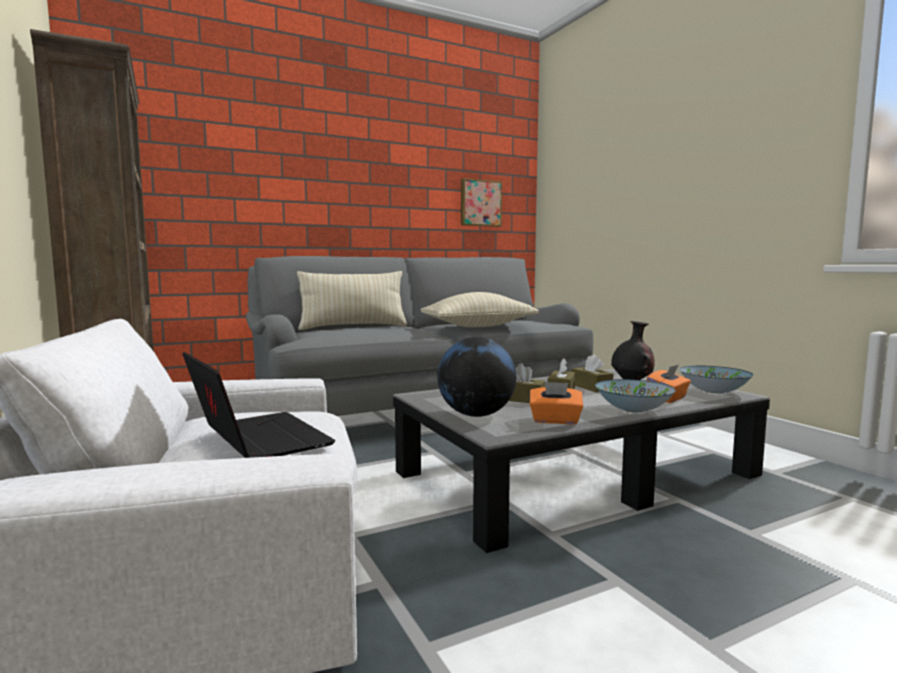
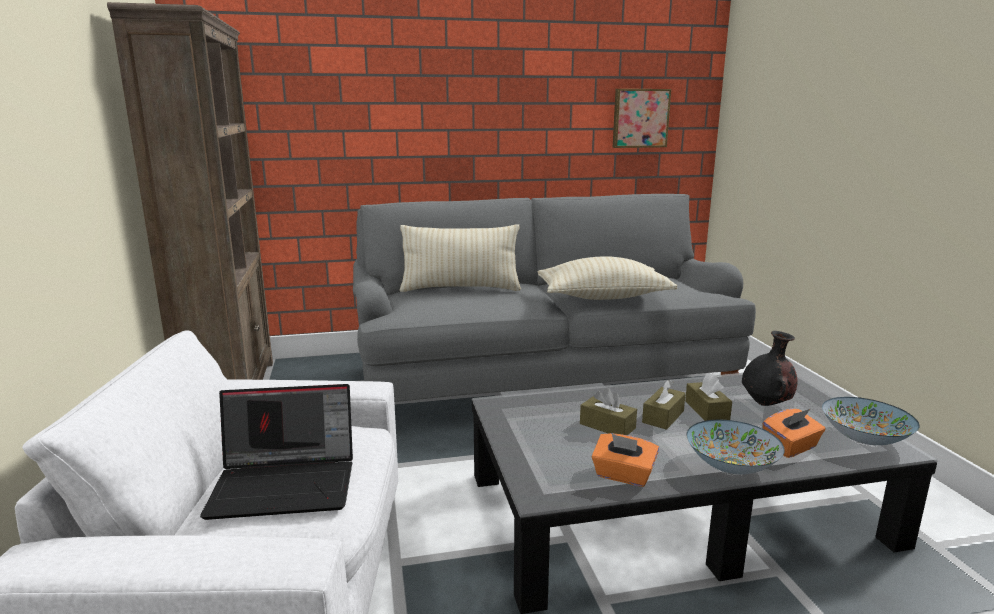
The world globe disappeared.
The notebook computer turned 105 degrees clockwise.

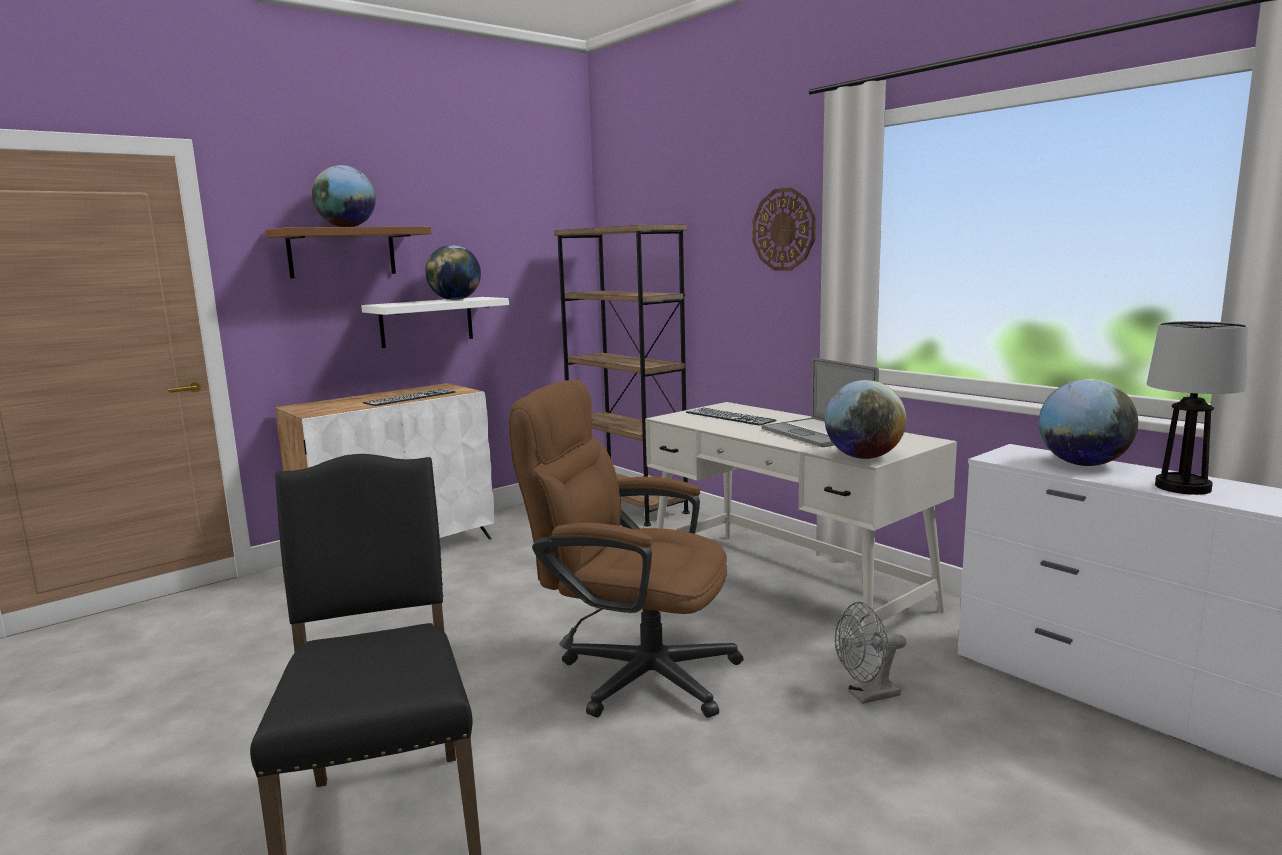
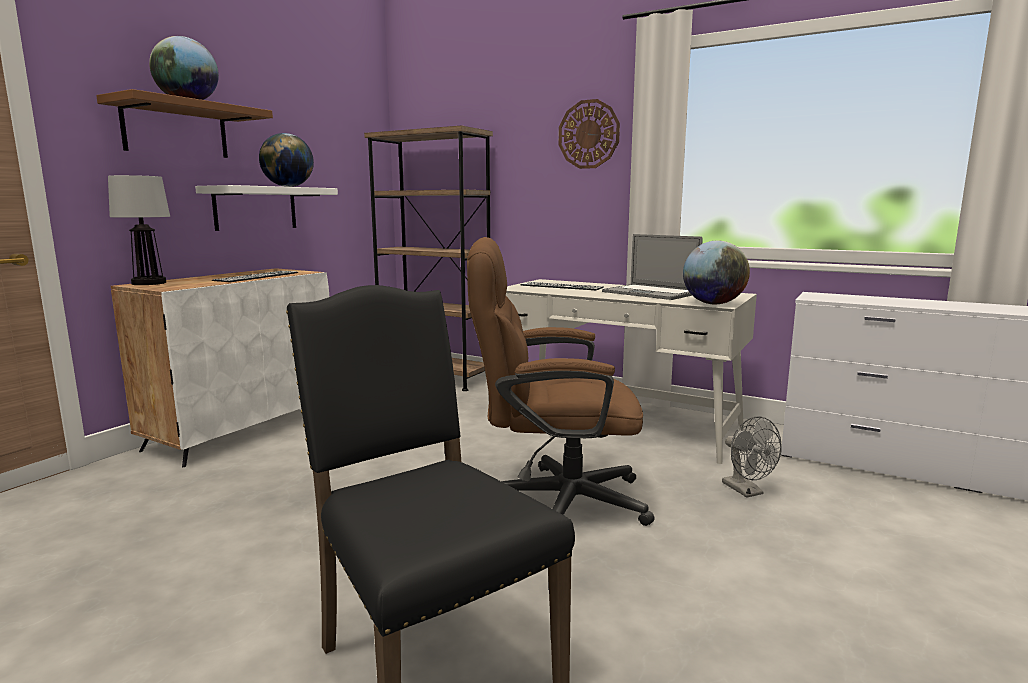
The table lamp moved.
The world globe (4th from left) disappeared.
The greyish fan turned 75 degrees counterclockwise.

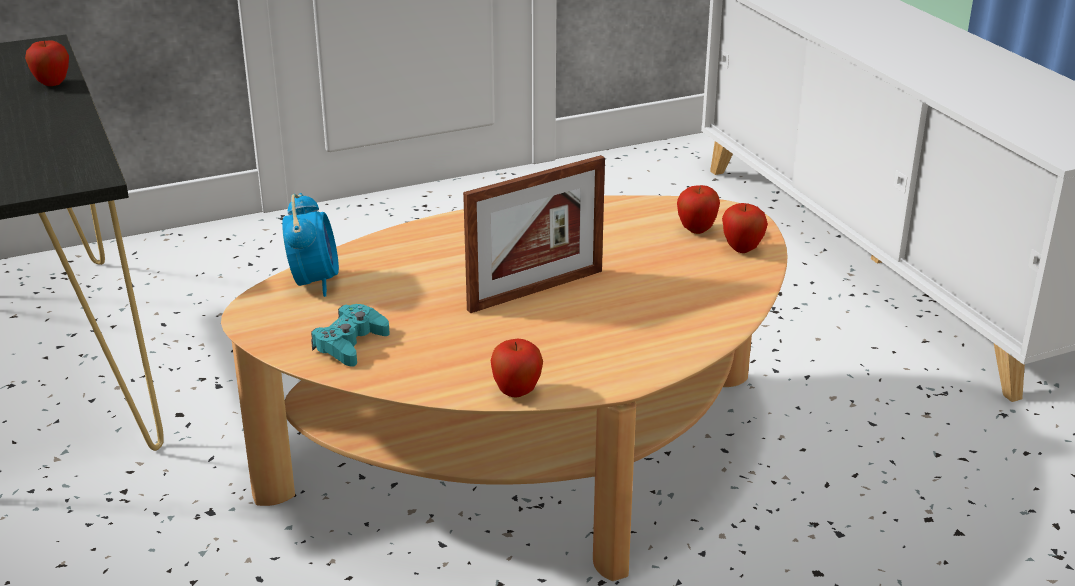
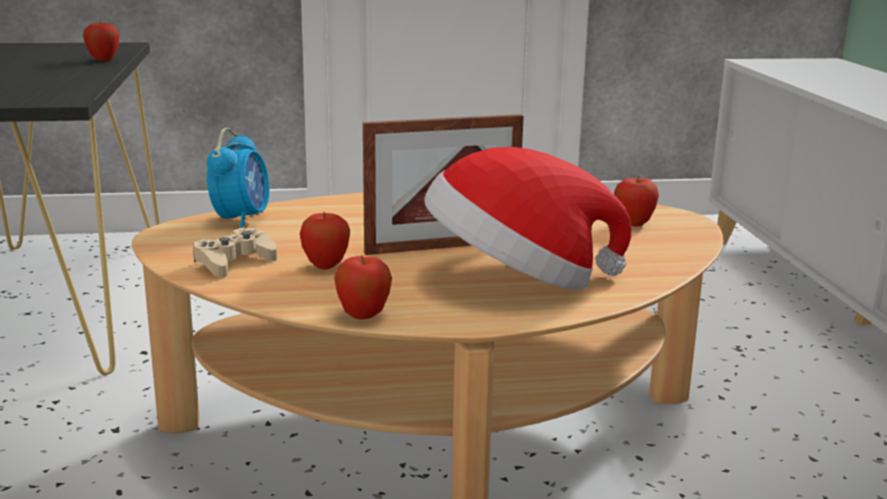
The apple (4th from left in the first image) moved.
The blue-green gamepad became the sand-coloured gamepad.
The hat appeared.

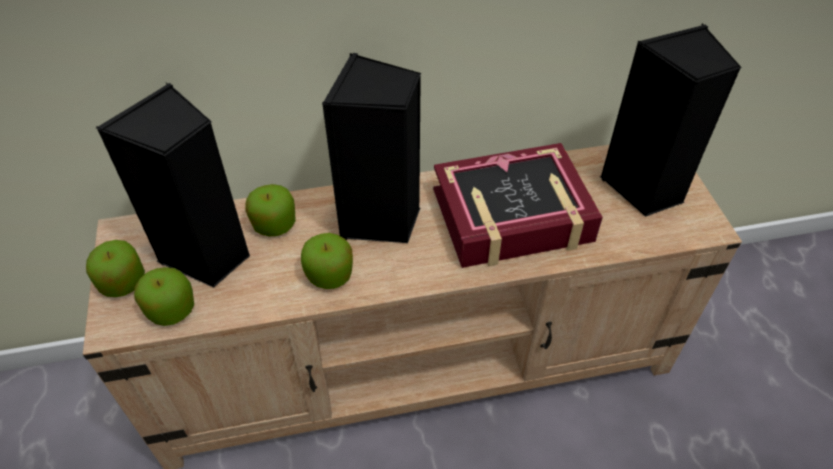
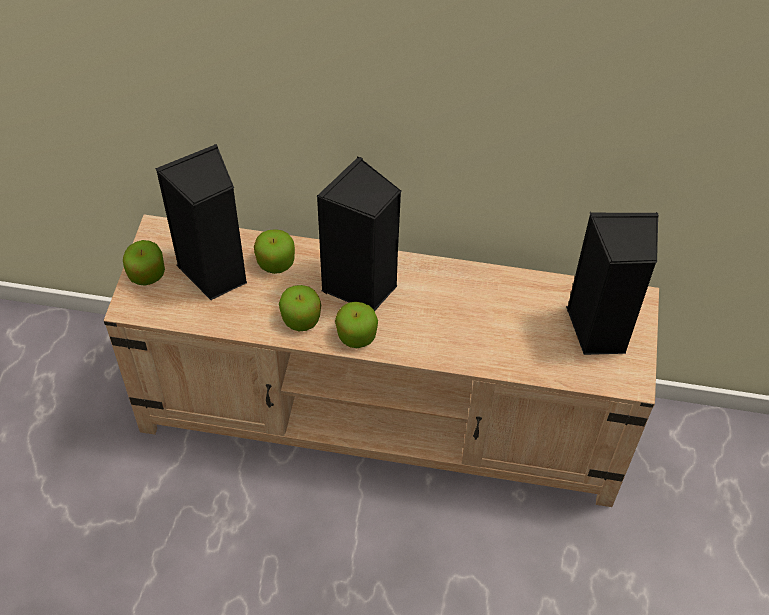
The volume disappeared.
The apple (2nd from left in the first image) moved.

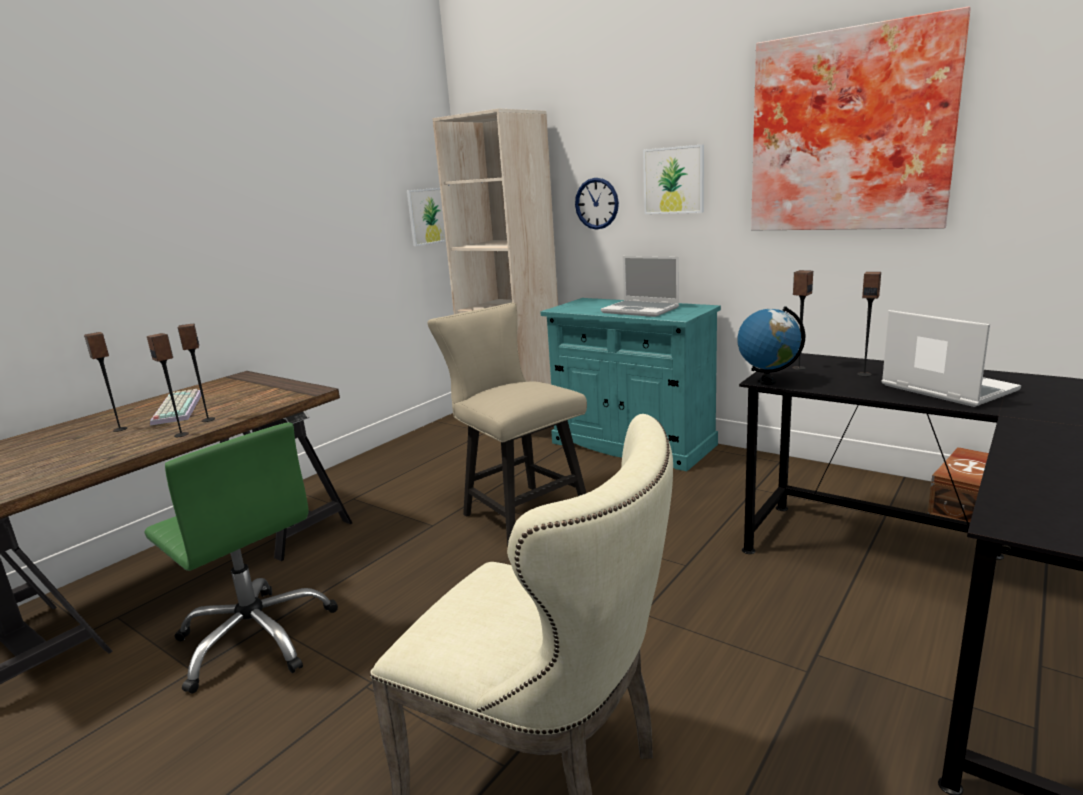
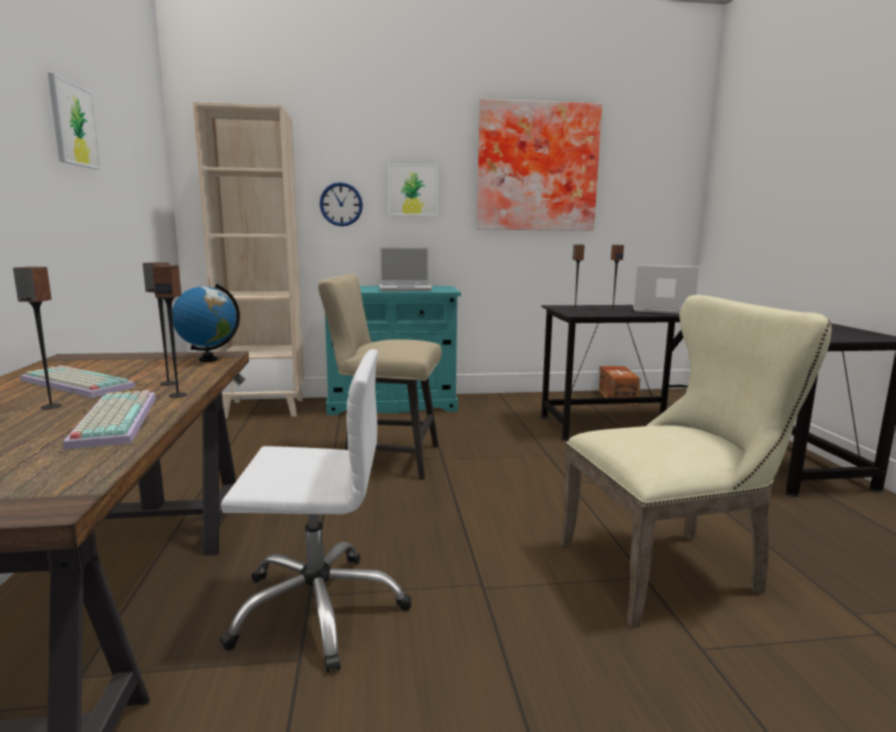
The picture (1st from left) moved.
The world globe moved.
The greenish office chair became the white-coloured office chair.
The PC keyboard (2nd from left) appeared.

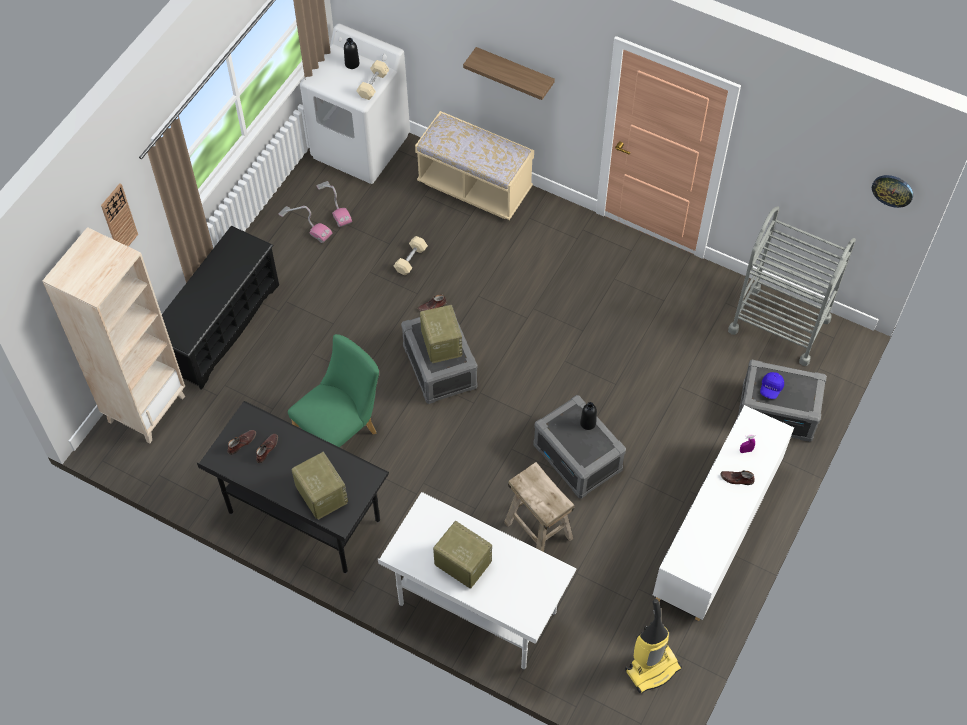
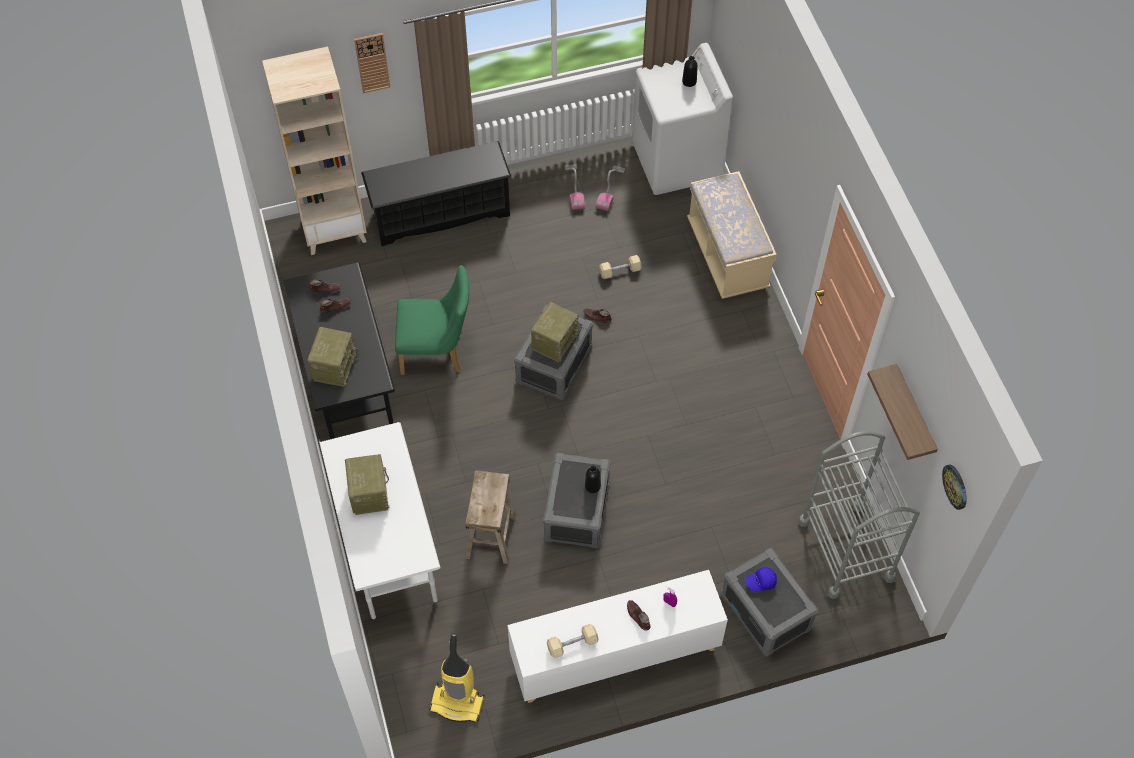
The wall shelf moved.
The sand-coloured dumbbell (1st from left) moved.

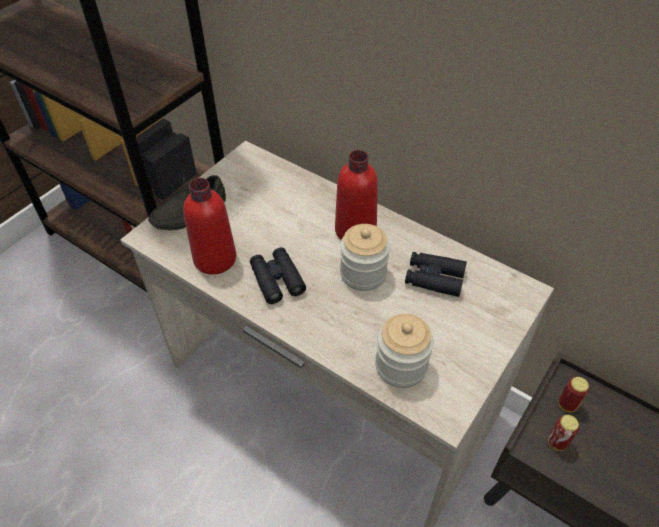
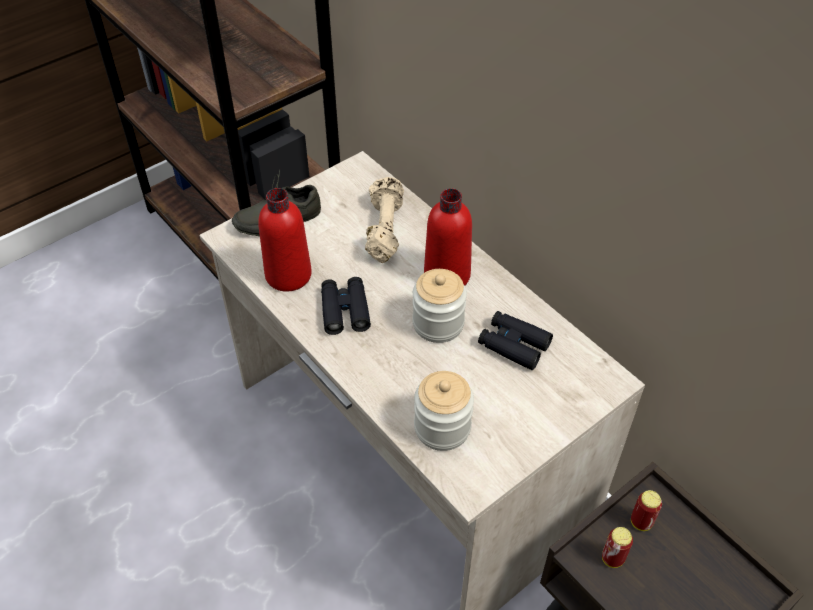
The sand-coloured dumbbell appeared.

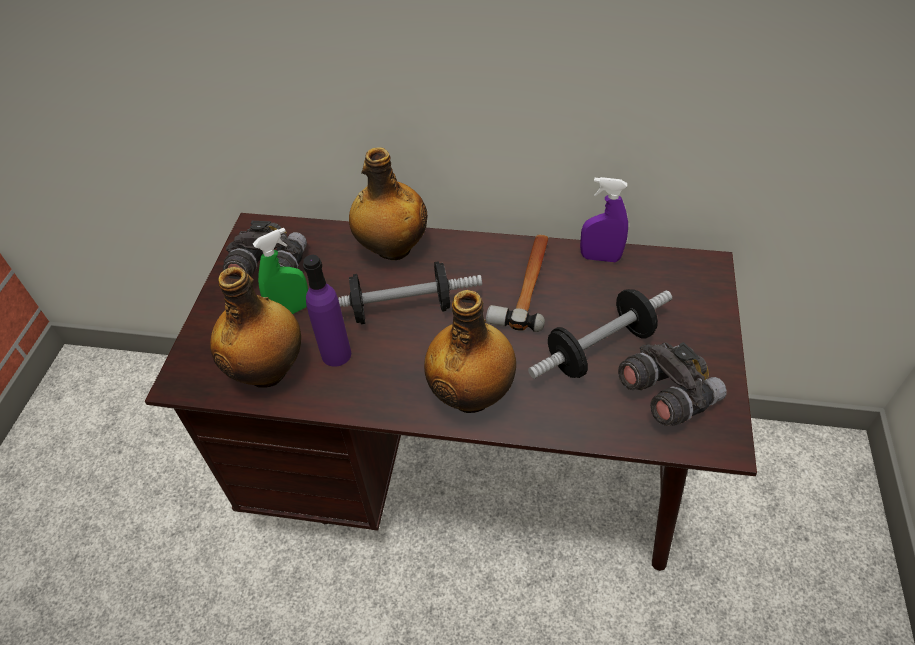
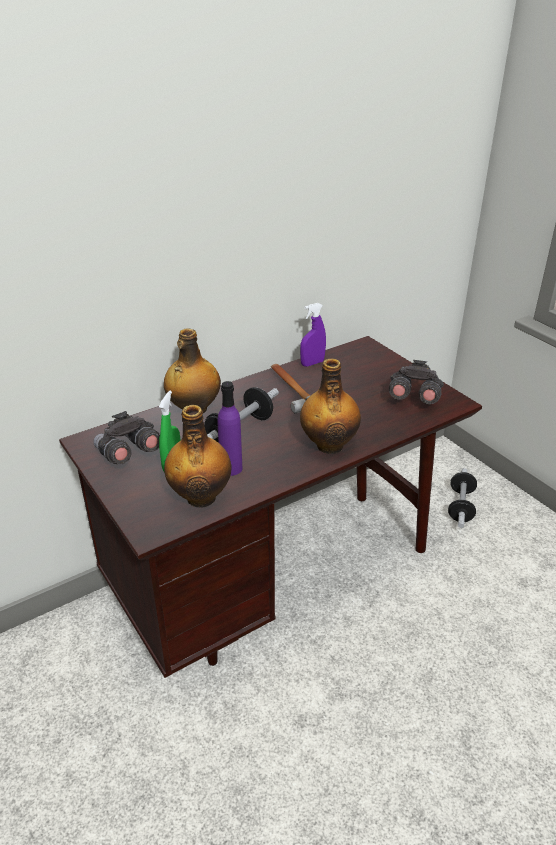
The dumbbell (2nd from left) moved.

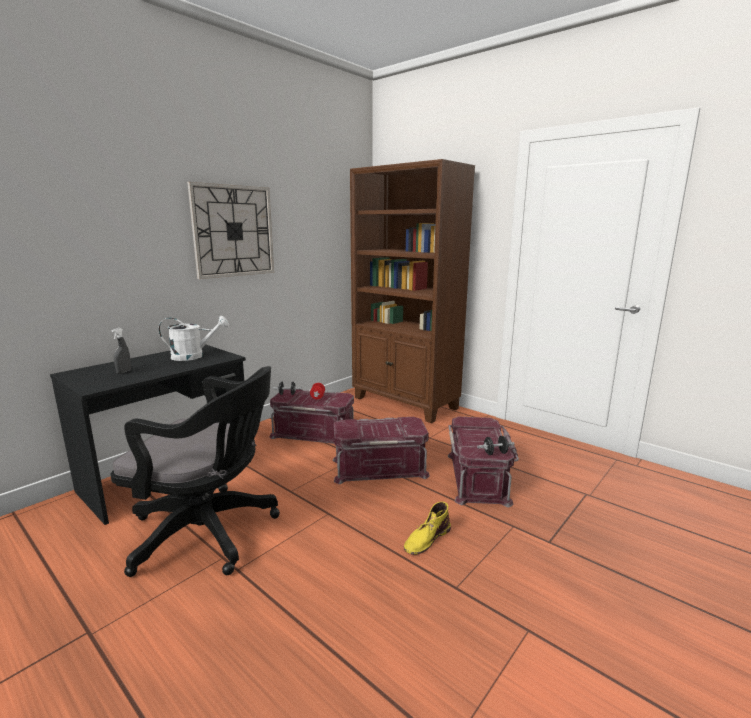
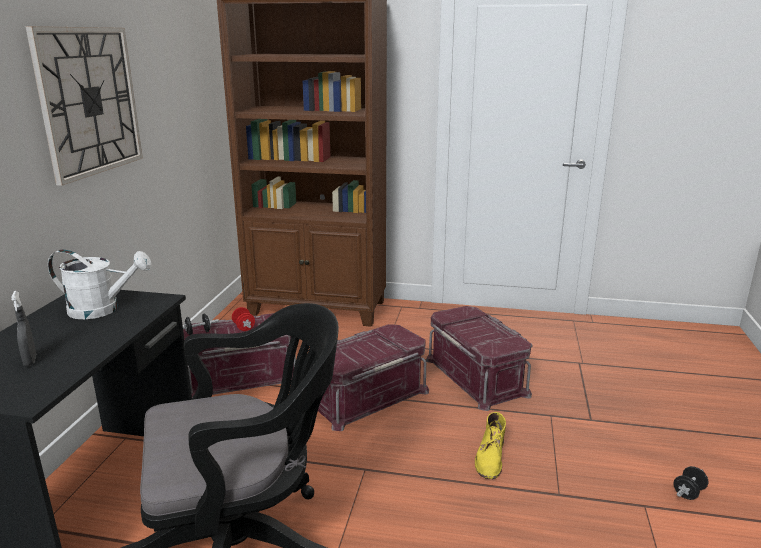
The white-coloured watering pot turned 45 degrees clockwise.
The black dumbbell (2nd from left) moved.

